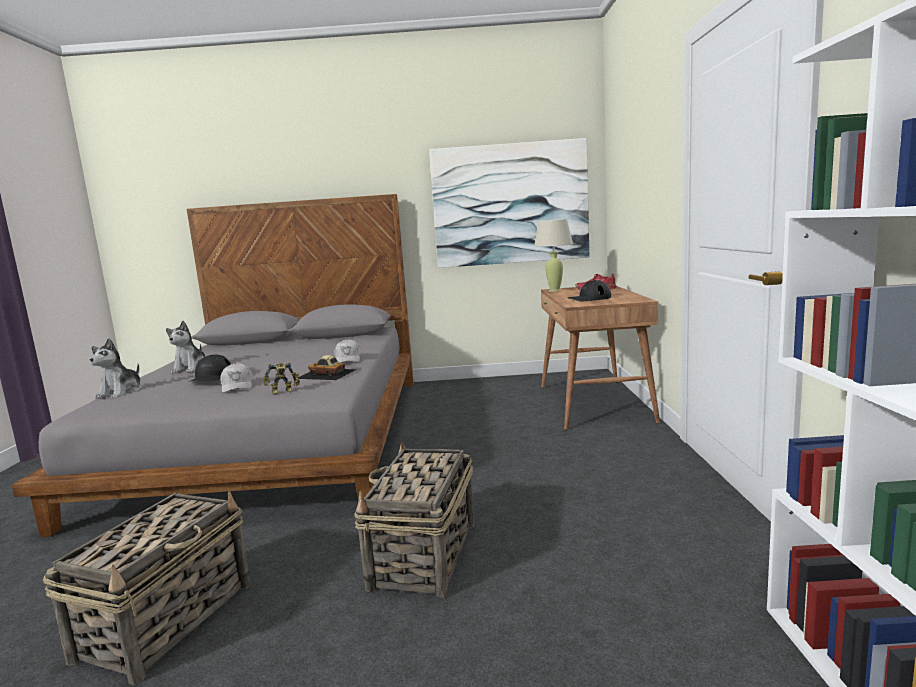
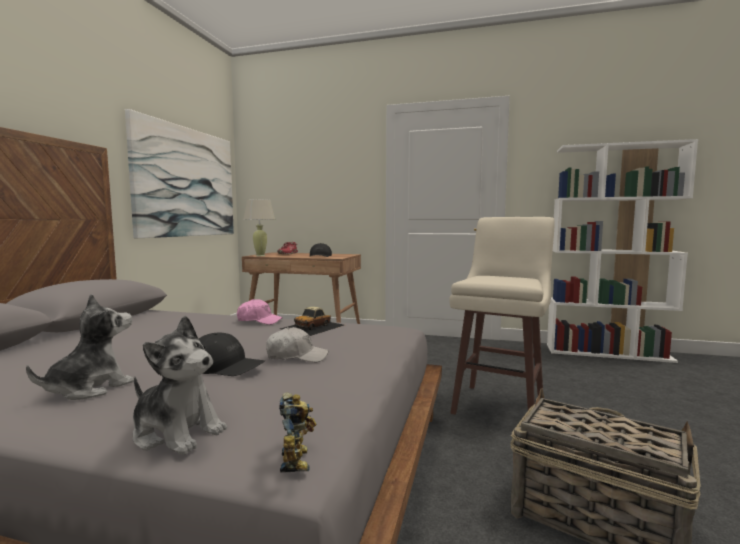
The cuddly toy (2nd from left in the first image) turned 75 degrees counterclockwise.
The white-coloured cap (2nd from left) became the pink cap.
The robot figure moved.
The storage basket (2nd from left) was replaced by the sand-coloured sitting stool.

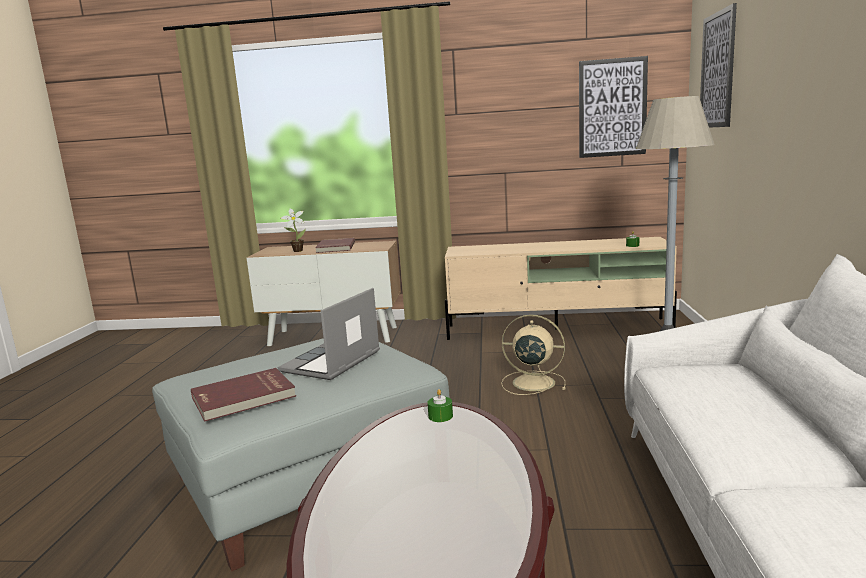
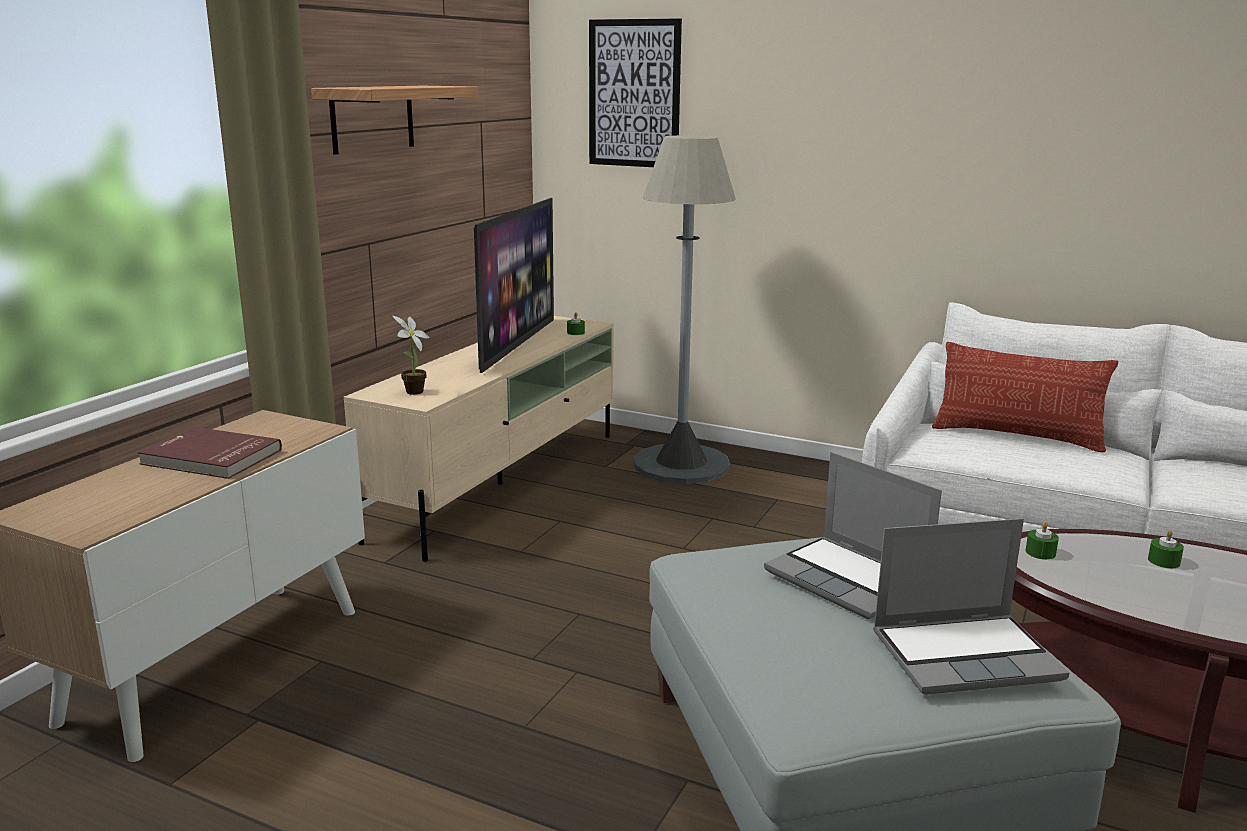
The picture (1st from left) disappeared.
The plant in a pot moved.
The sand-coloured fan disappeared.
The red volume (1st from left) was replaced by the notebook computer (2nd from left).
The wall shelf appeared.
The TV set appeared.
The pillow appeared.
The greenish wax light (3rd from left) appeared.

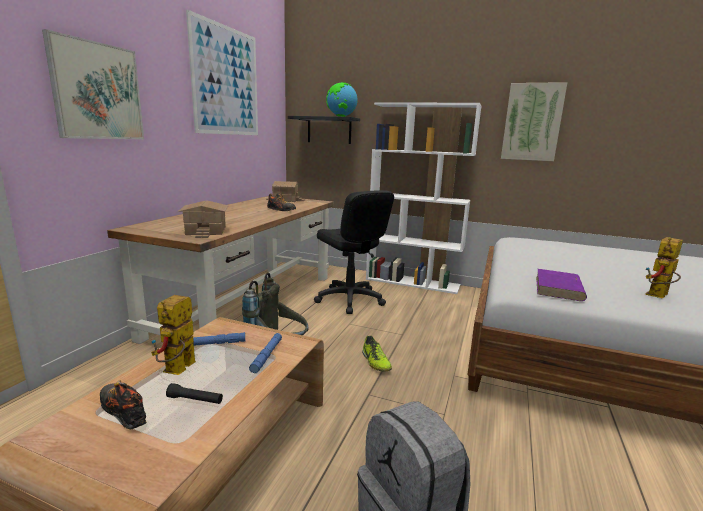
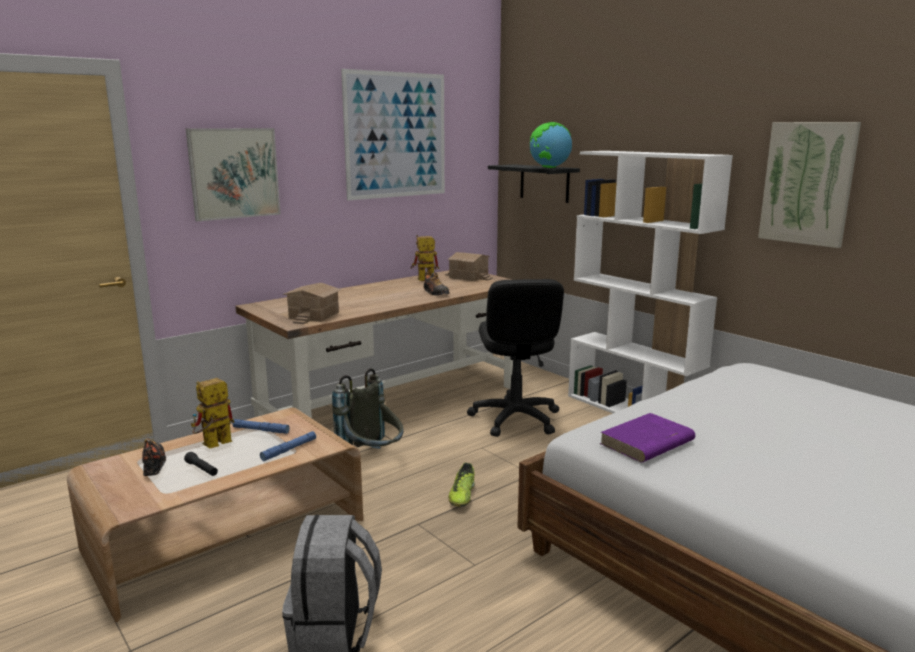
The robot figure (2nd from left) moved.

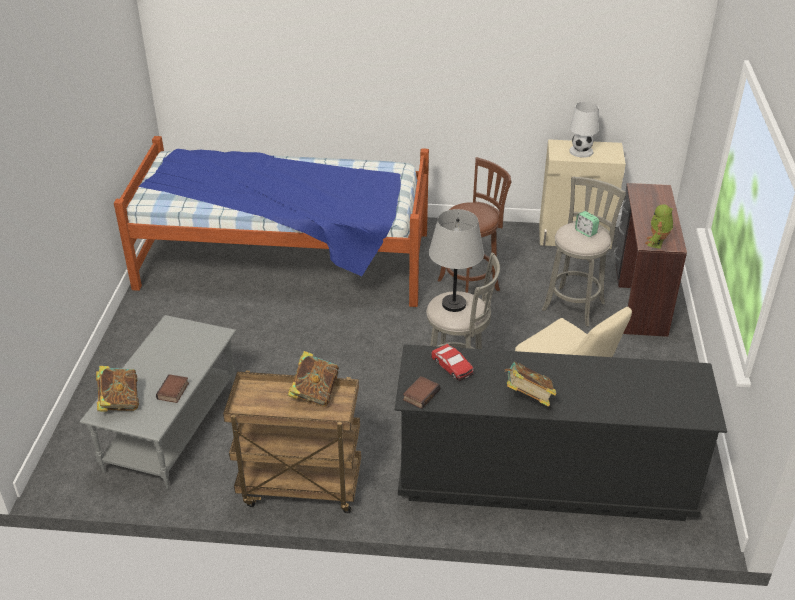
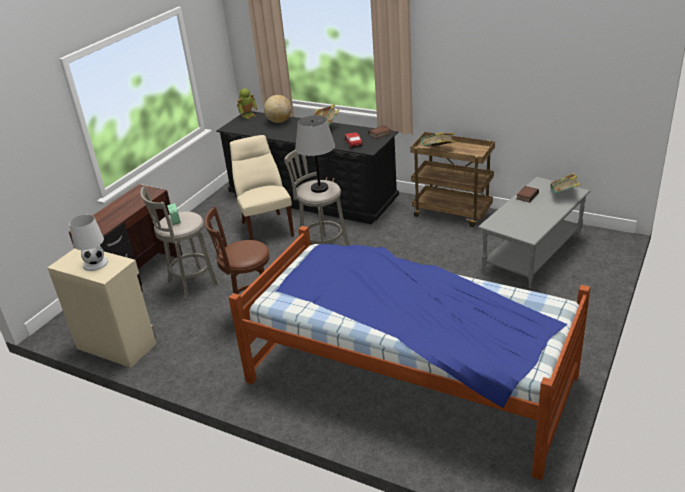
The robot figure moved.
The world globe appeared.

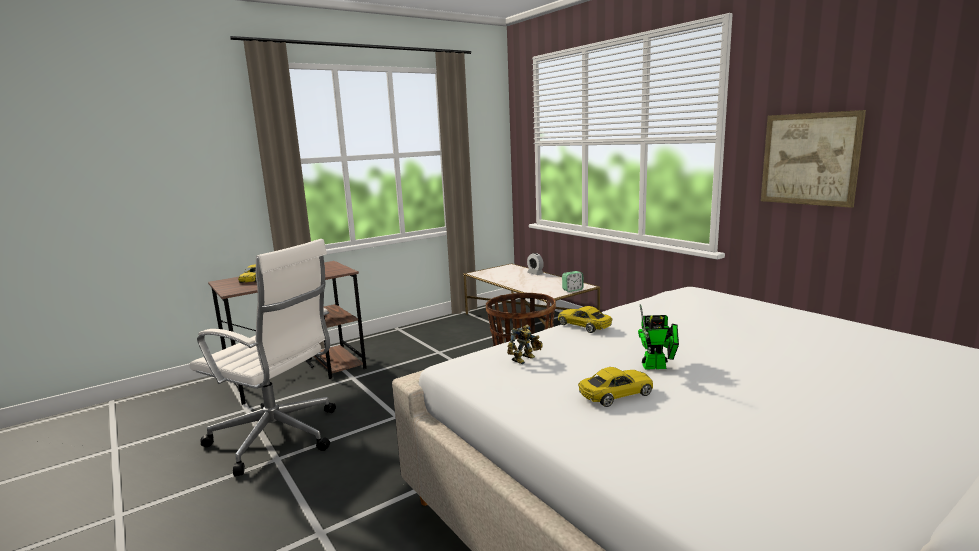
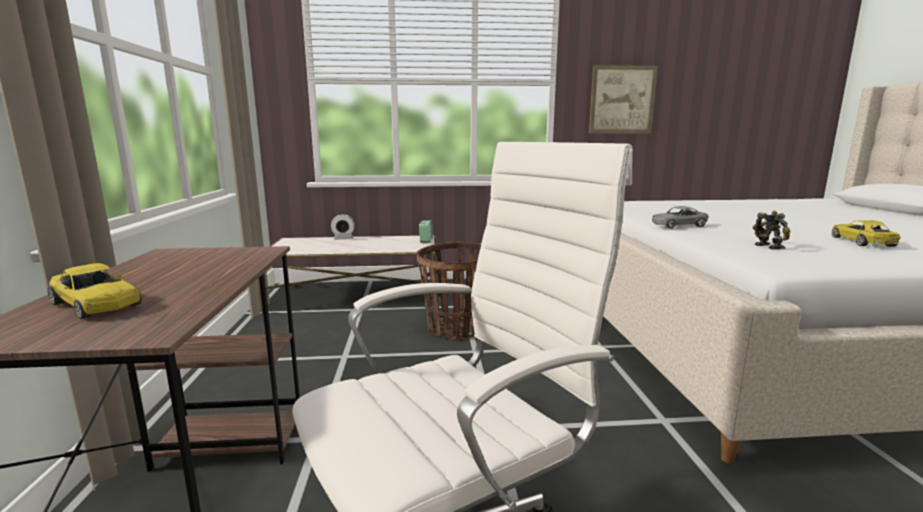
The robot figure (2nd from left) disappeared.
The yellowish model car (2nd from left) became the greyish model car.

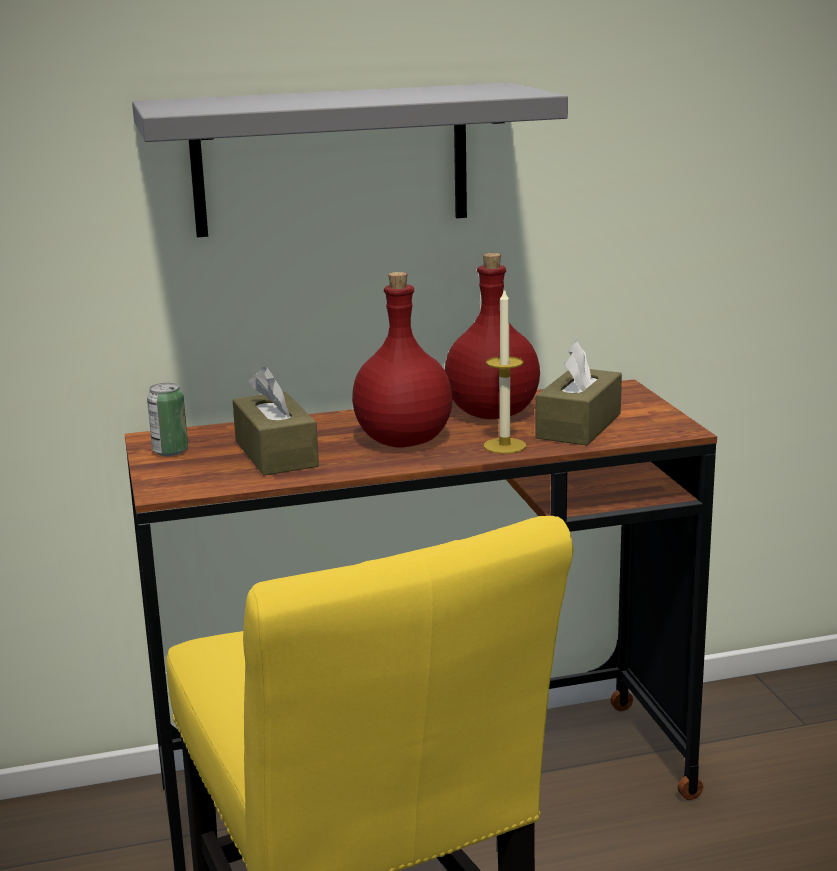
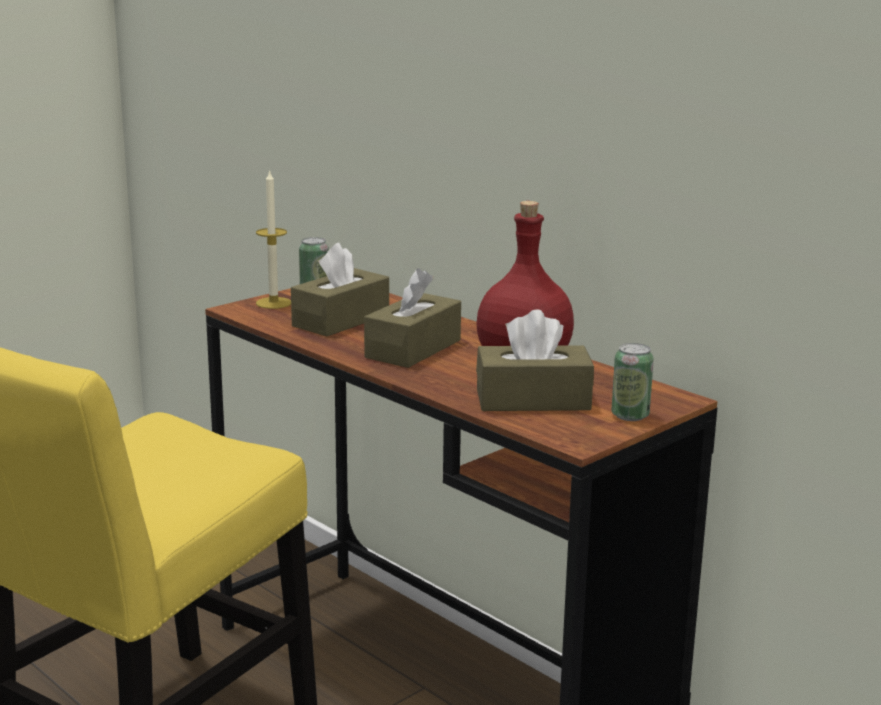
The greyish wall shelf disappeared.
The red drink bottle (1st from left) was replaced by the brown tissue box (2nd from left).
The wax light moved.
The sealed can (2nd from left) appeared.

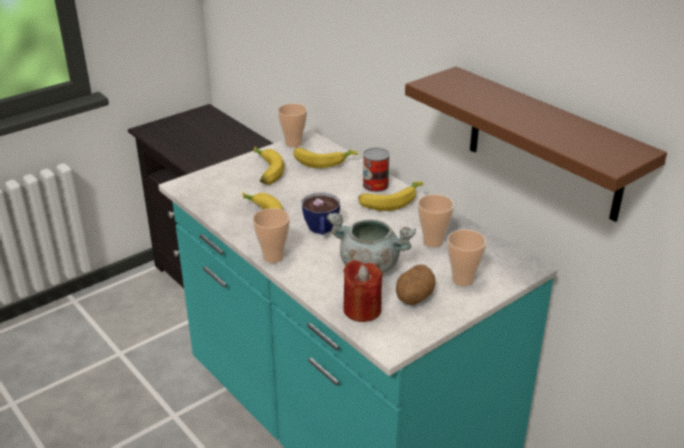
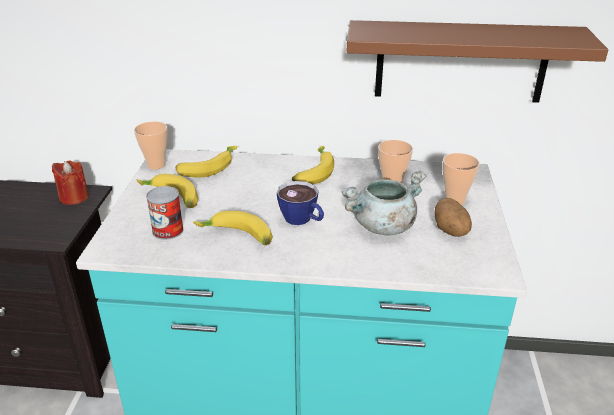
The sealed can moved.
The small cup (1st from left) disappeared.
The red wax light moved.

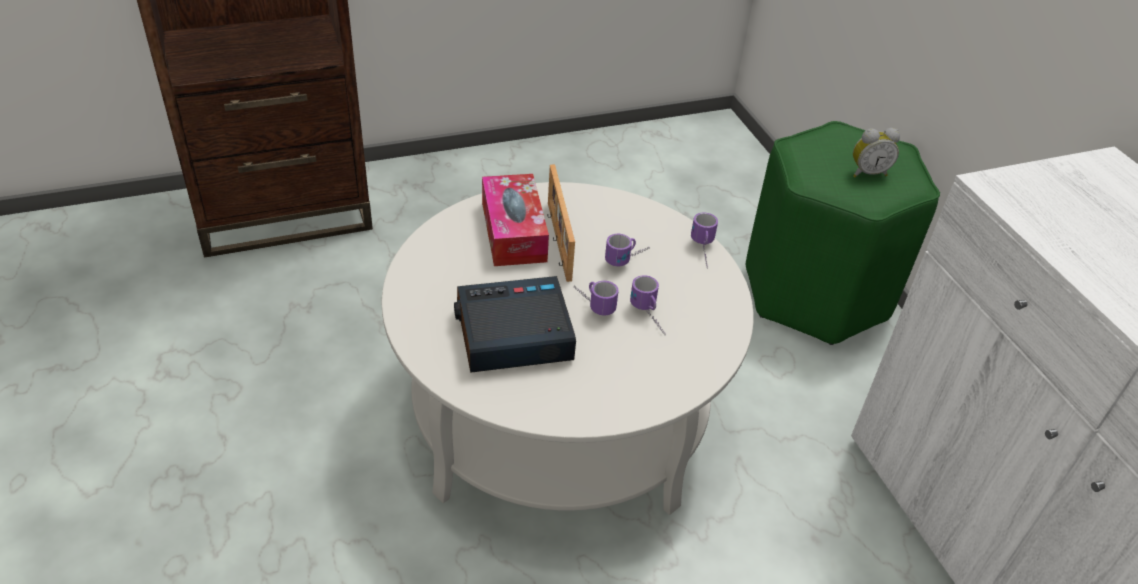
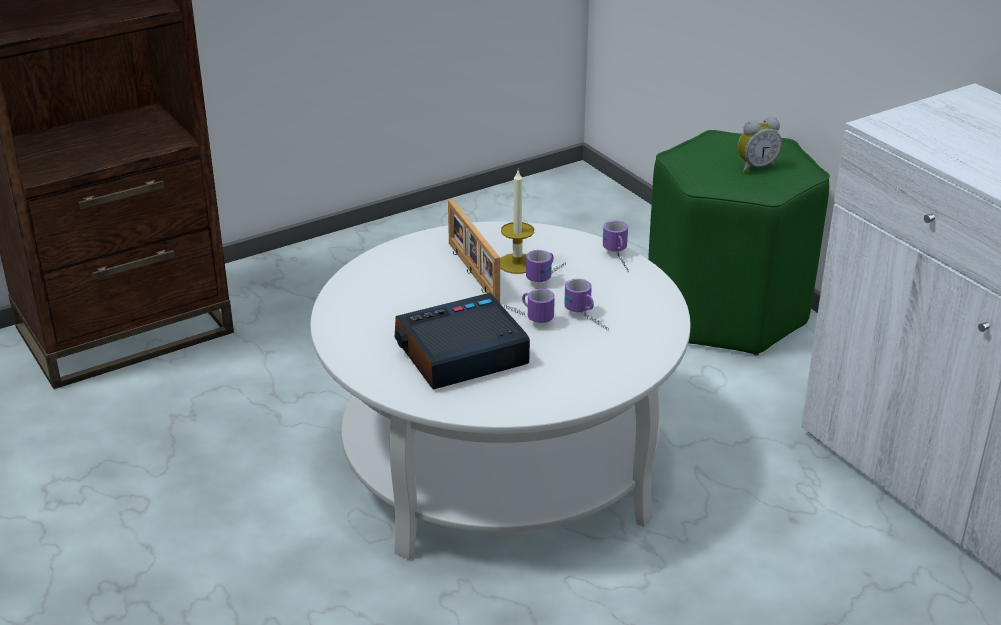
The tissue box disappeared.
The wax light appeared.

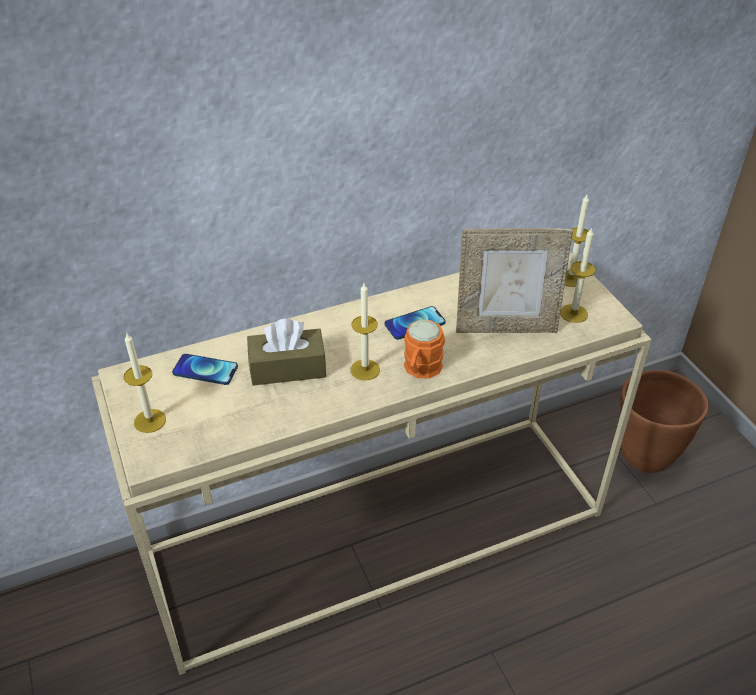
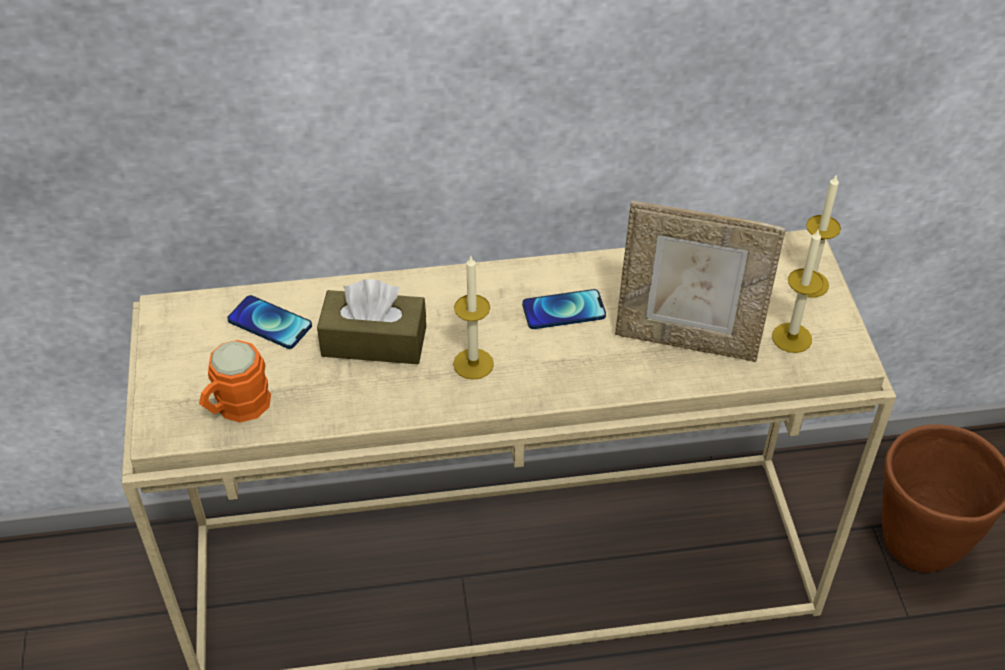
The orange mug moved.
The wax light (1st from left) disappeared.

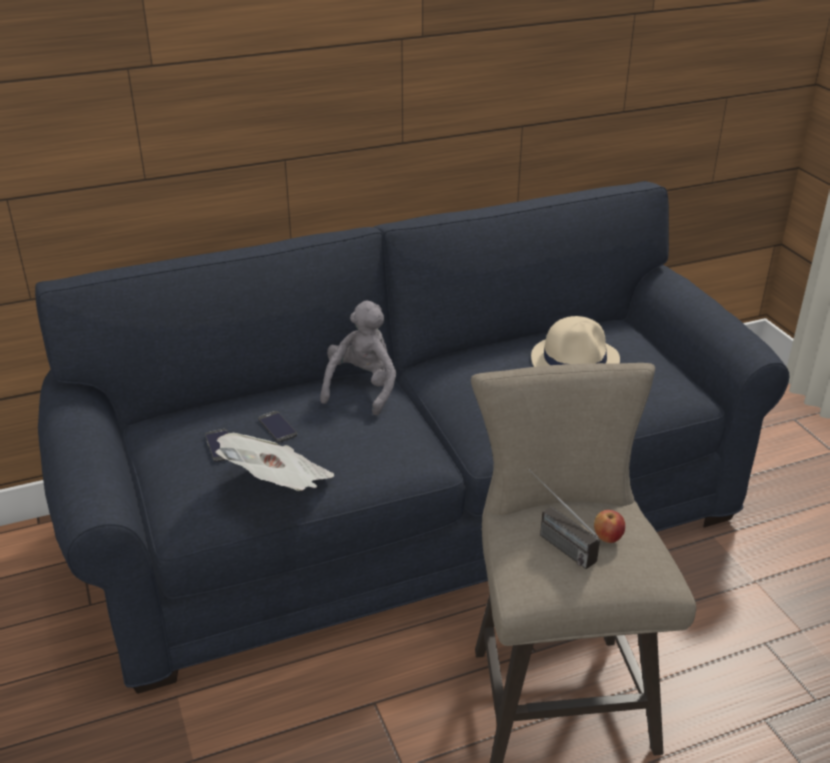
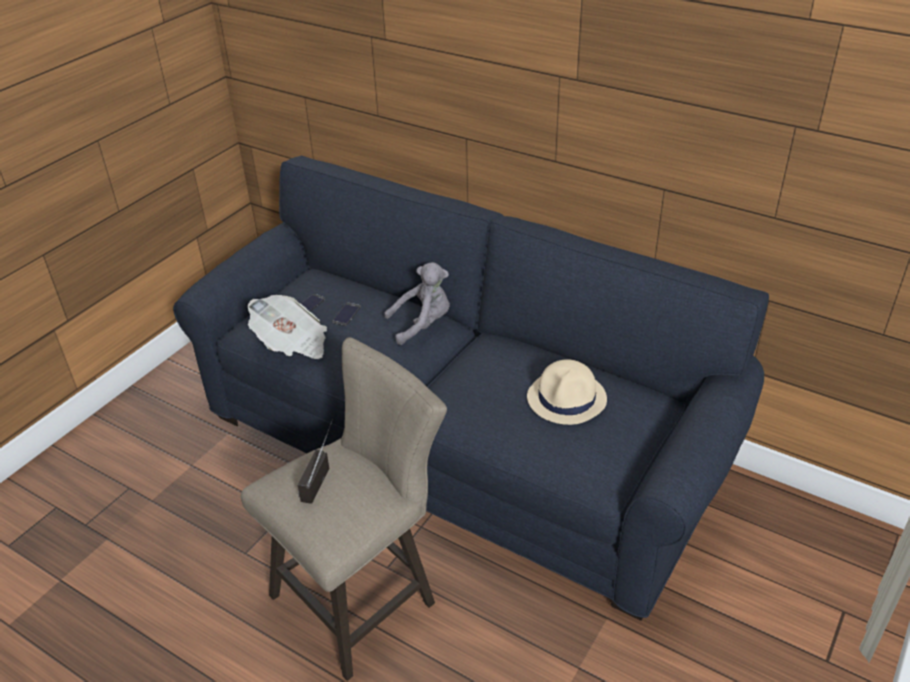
The apple disappeared.

